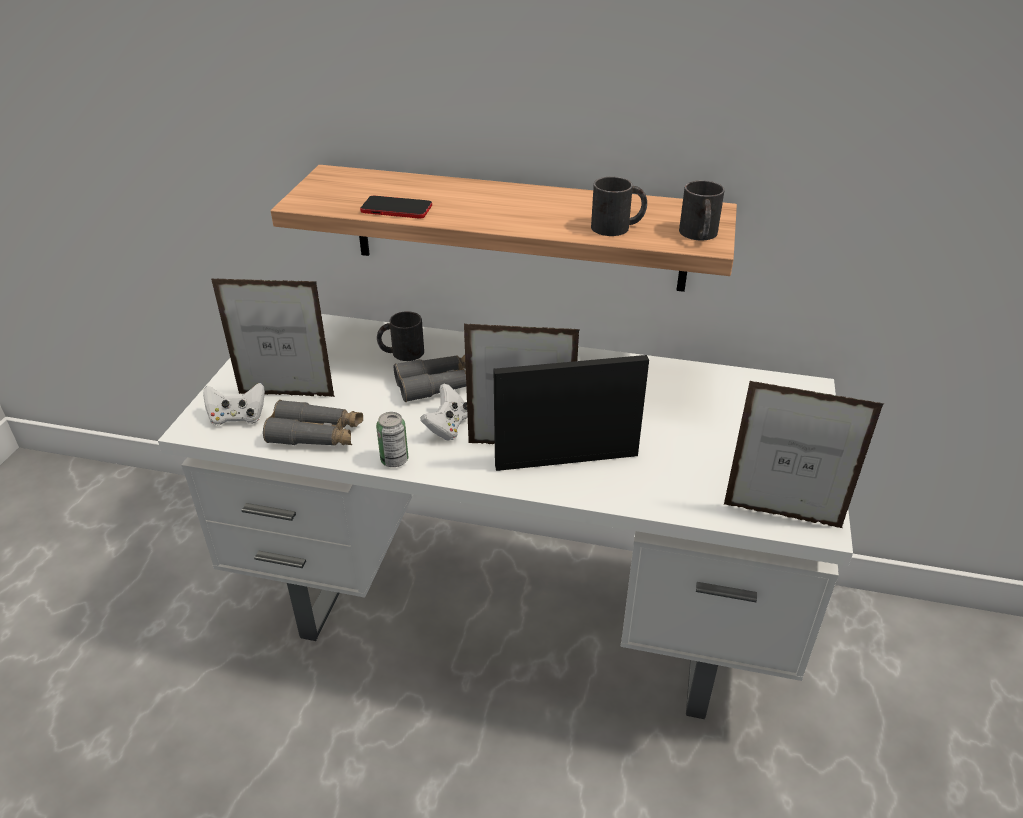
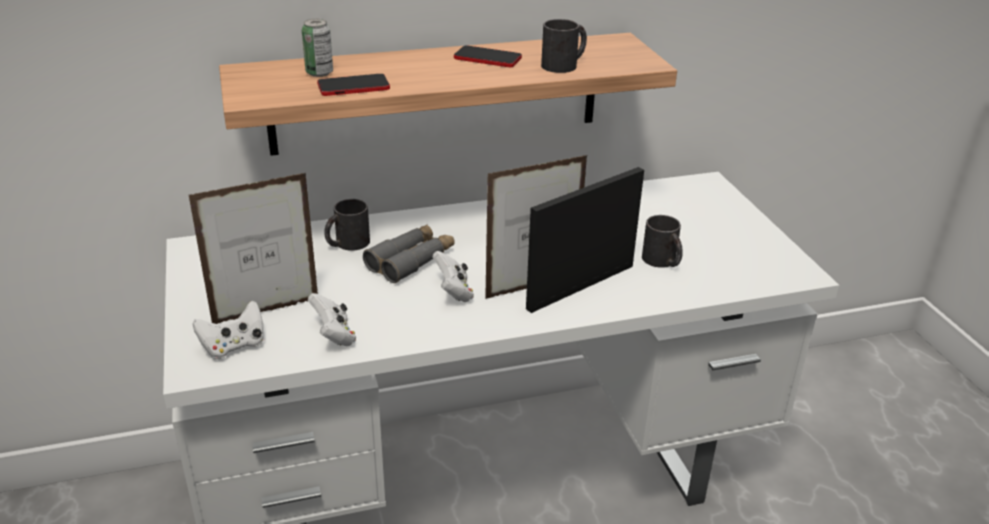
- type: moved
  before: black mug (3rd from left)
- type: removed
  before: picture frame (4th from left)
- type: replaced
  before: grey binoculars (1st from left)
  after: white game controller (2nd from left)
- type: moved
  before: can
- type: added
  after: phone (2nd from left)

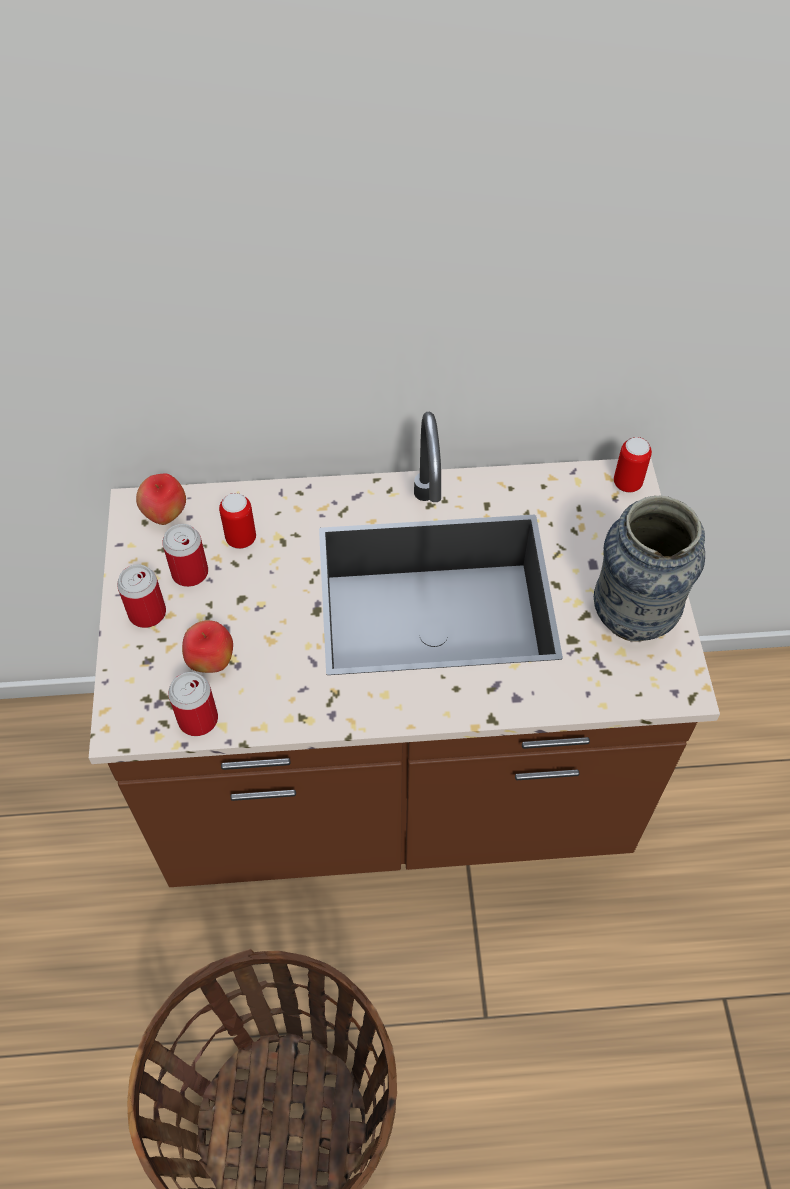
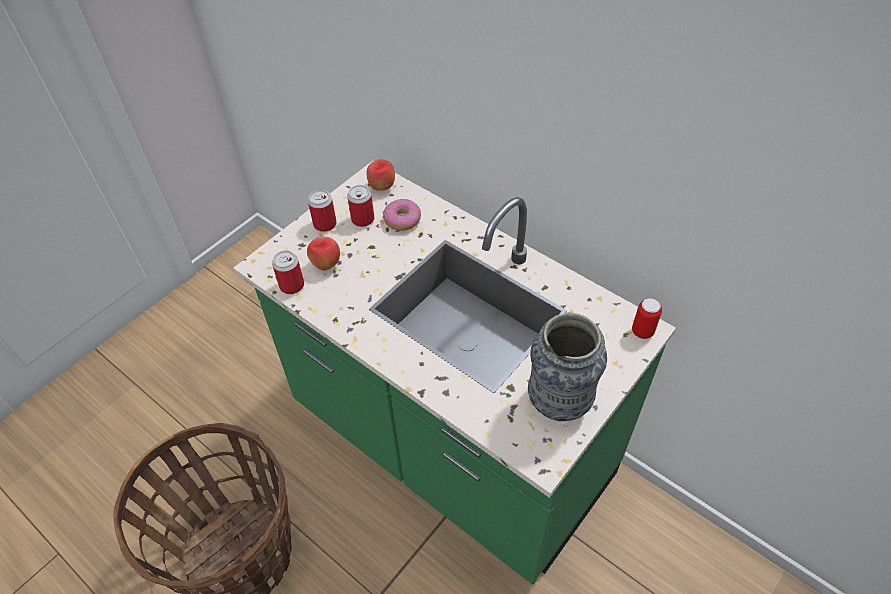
- type: recoloured
  before: brown counter
  after: green counter
- type: replaced
  before: can (4th from left)
  after: donut

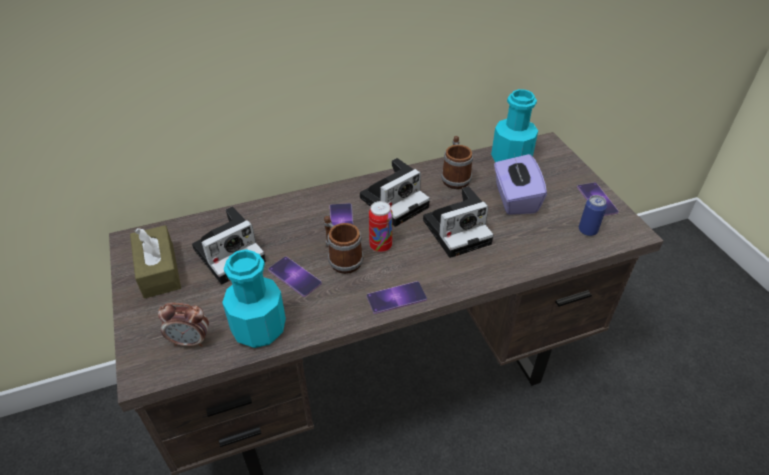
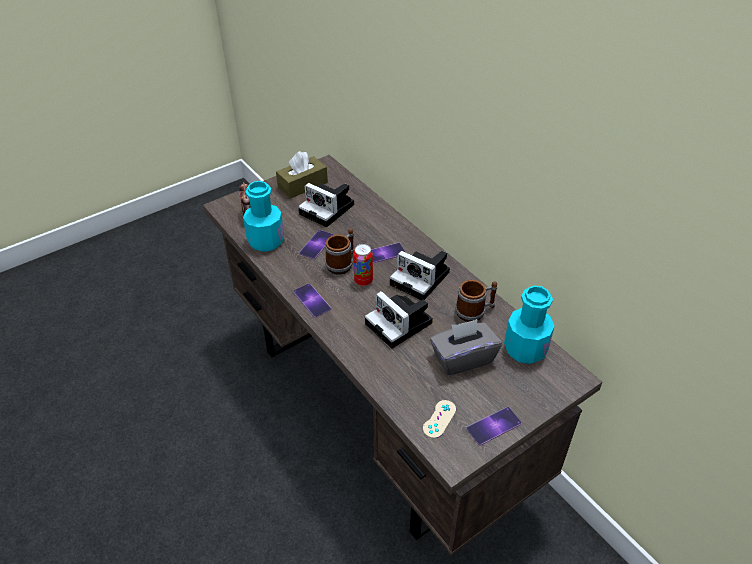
- type: recoloured
  before: purple tissue box
  after: grey tissue box
- type: replaced
  before: can (2nd from left)
  after: beige game controller

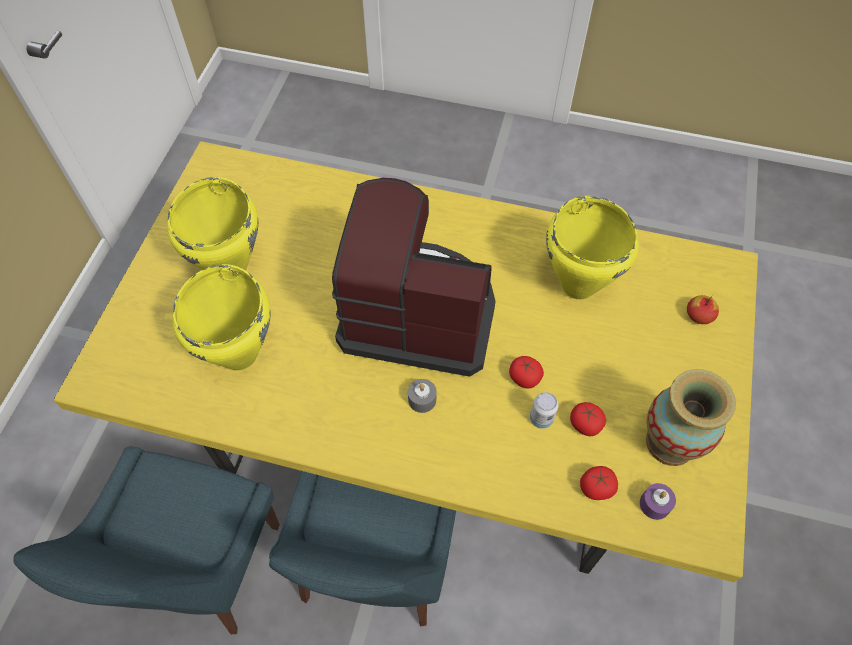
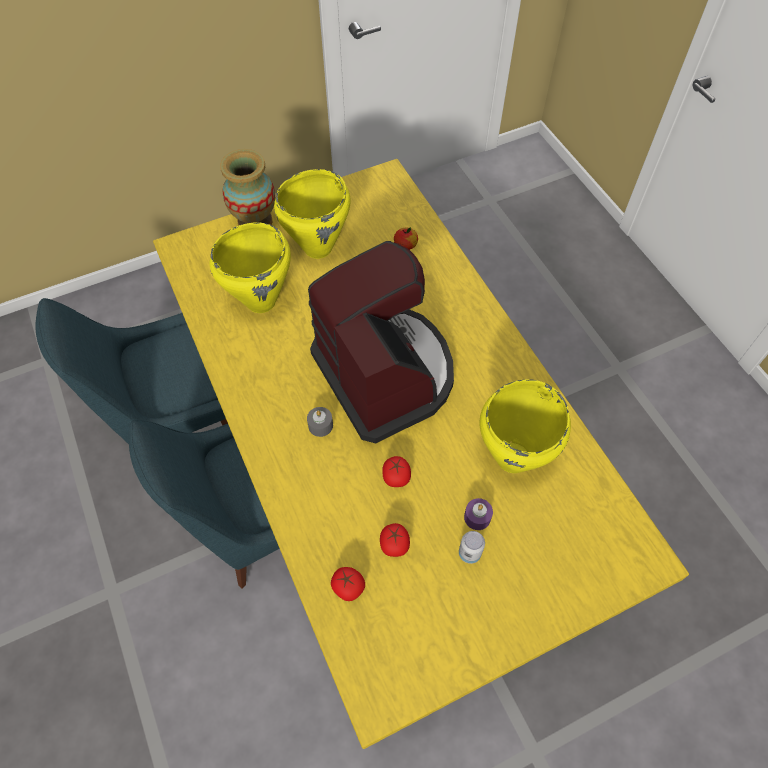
- type: moved
  before: apple
- type: moved
  before: vase
- type: moved
  before: can
- type: moved
  before: purple candle

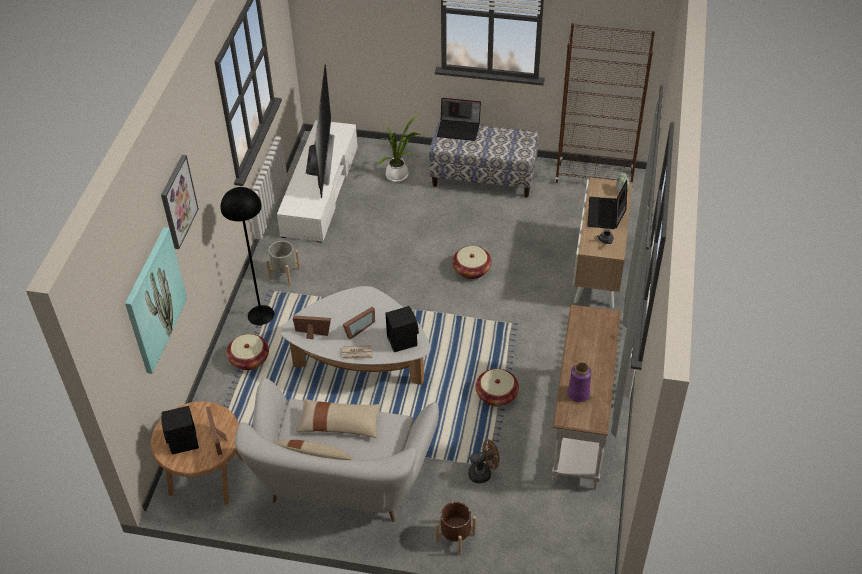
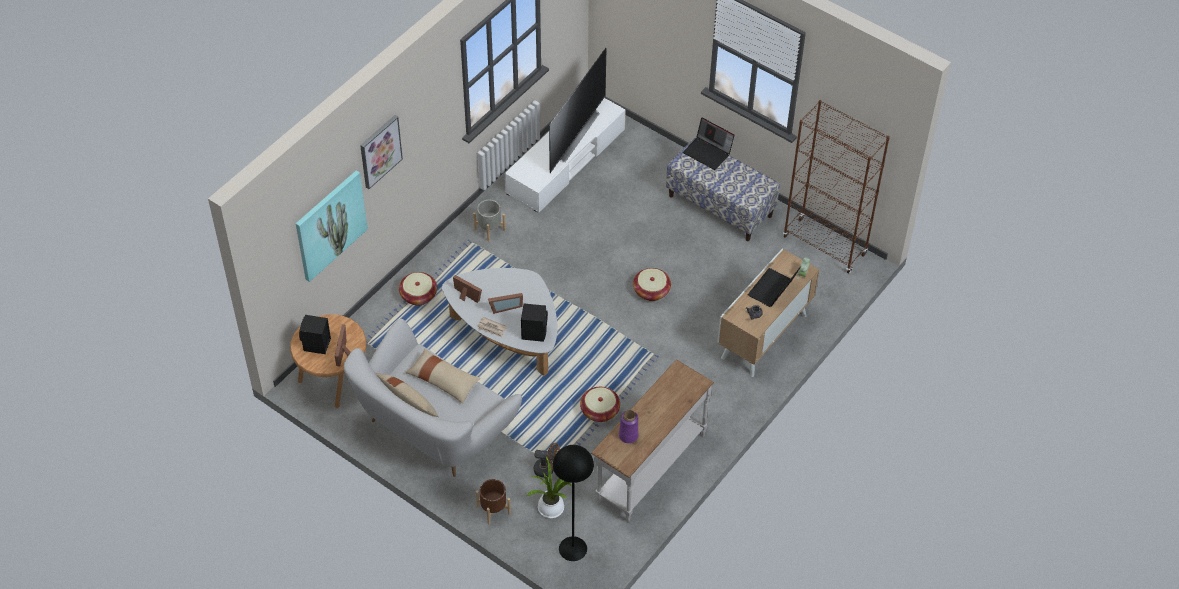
- type: moved
  before: potted plant
- type: moved
  before: black floor lamp

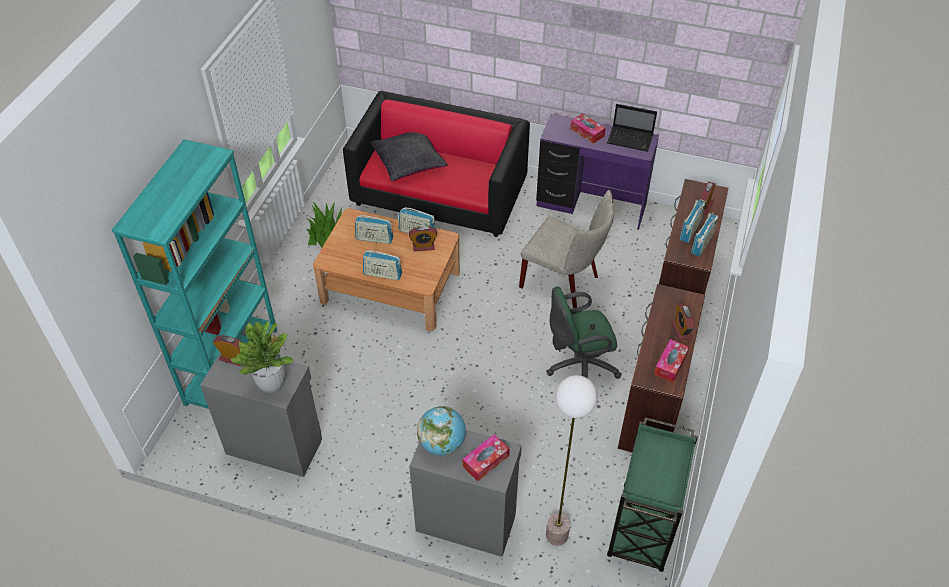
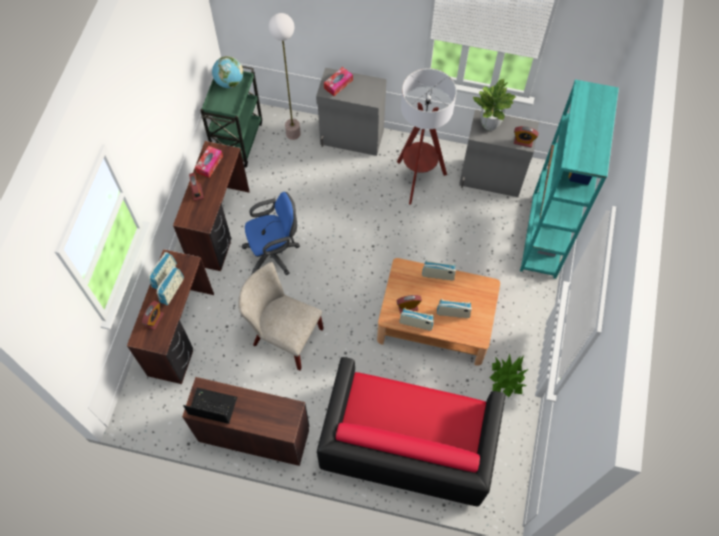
- type: recoloured
  before: purple desk
  after: brown desk (3rd from left)
- type: removed
  before: tissue box (2nd from left)
- type: removed
  before: black pillow
- type: recoloured
  before: green office chair
  after: blue office chair
- type: moved
  before: globe
- type: added
  after: floor lamp (2nd from left)

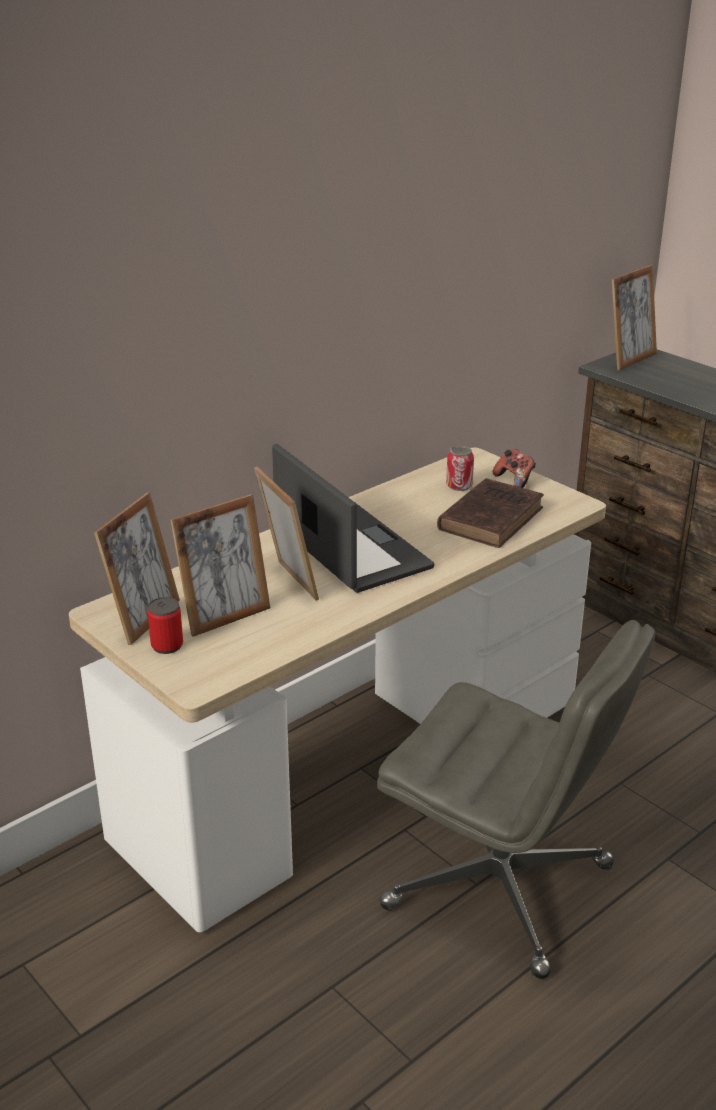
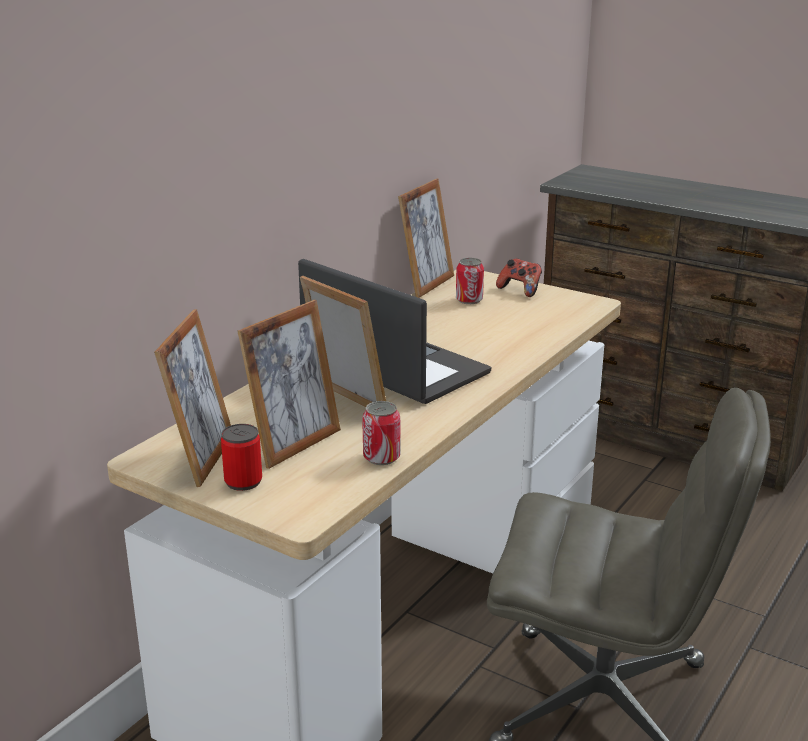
- type: moved
  before: picture frame (4th from left)
- type: removed
  before: brown book
- type: added
  after: can (2nd from left)

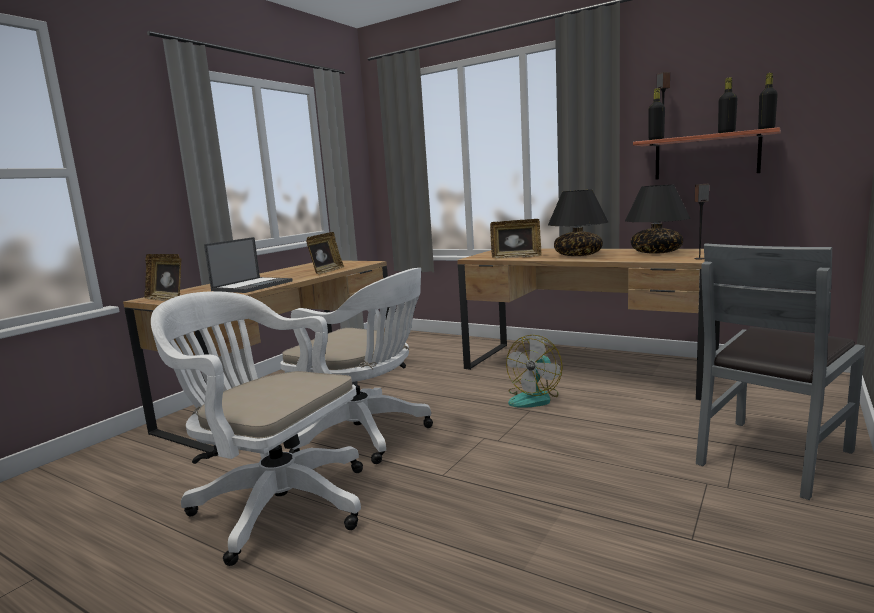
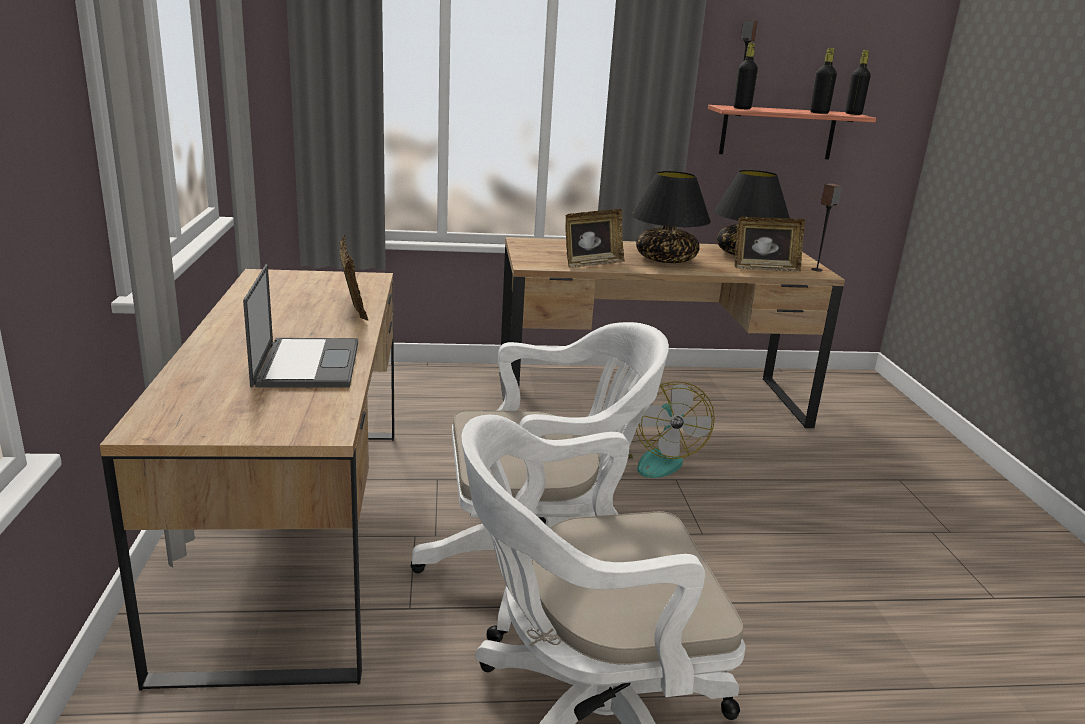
- type: removed
  before: grey chair
- type: moved
  before: picture frame (1st from left in the first image)
  after: picture frame (3rd from left)

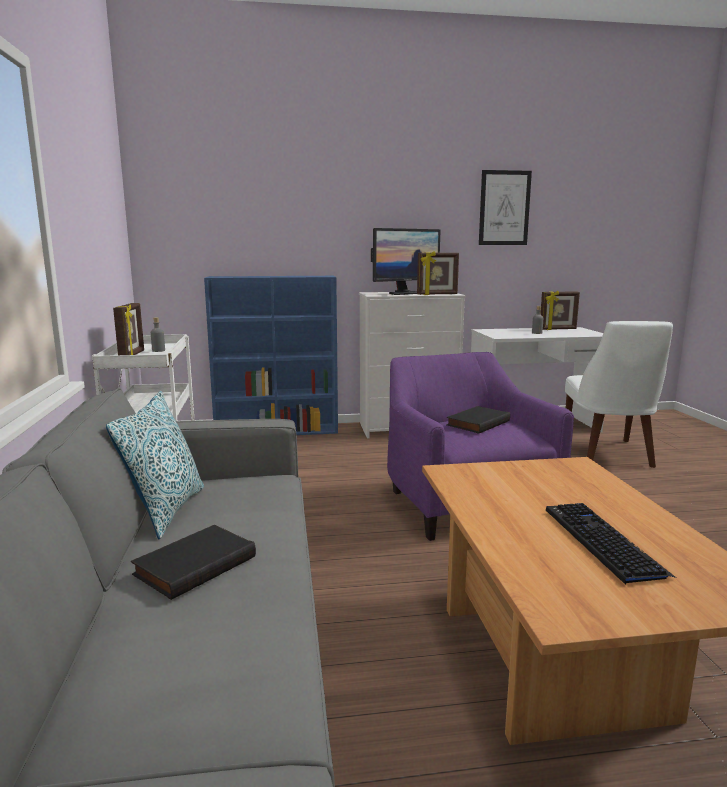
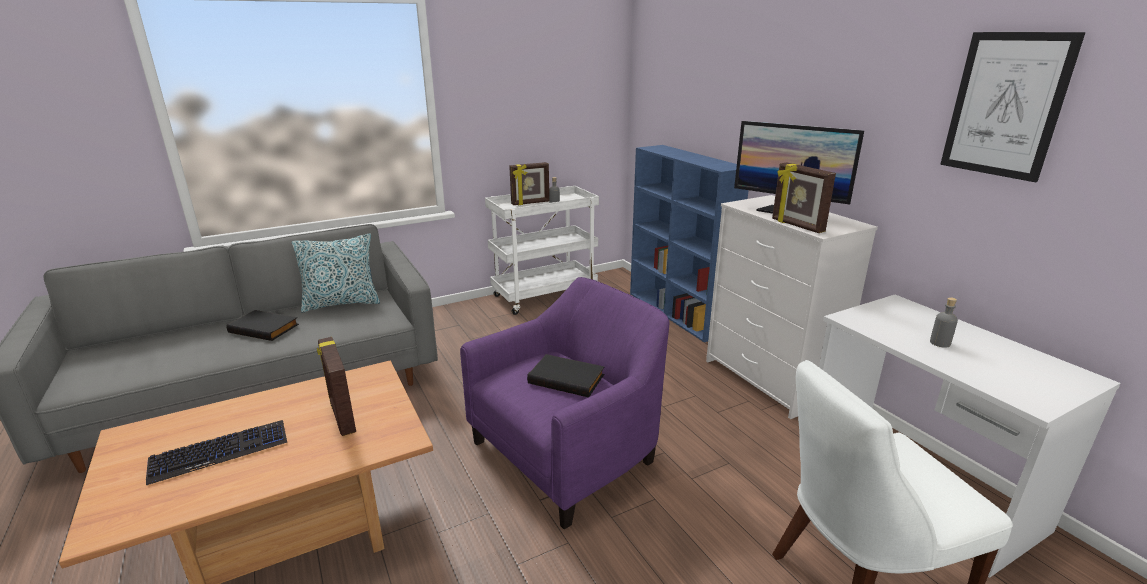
- type: moved
  before: picture frame (3rd from left in the first image)
  after: picture frame (1st from left)

